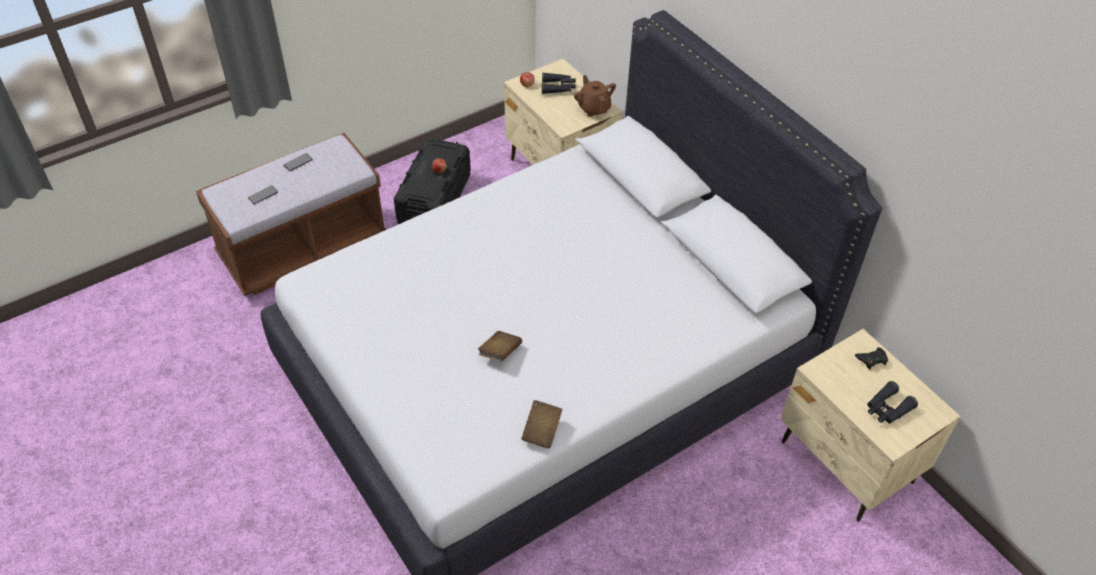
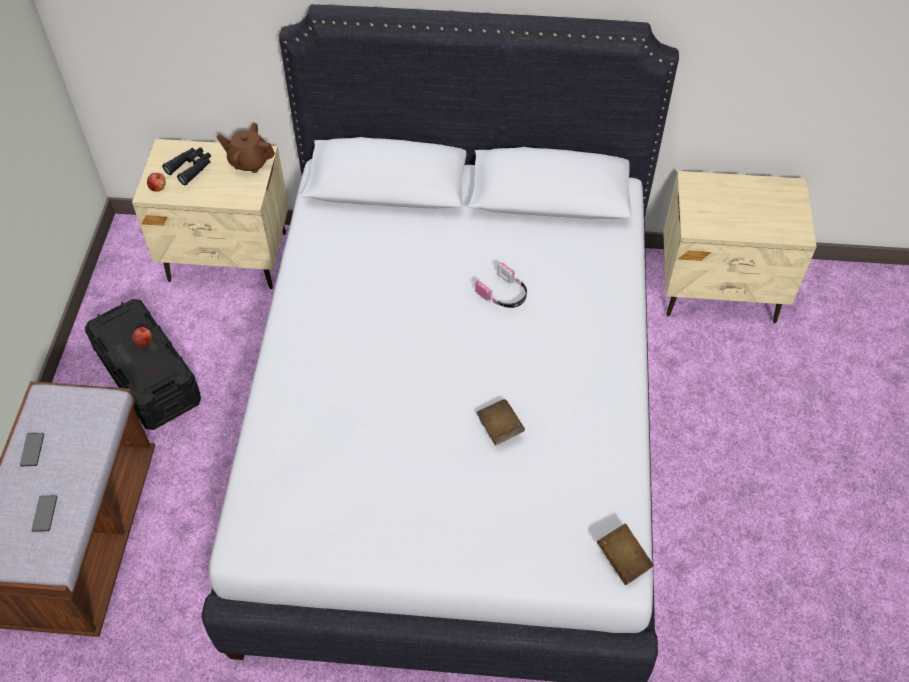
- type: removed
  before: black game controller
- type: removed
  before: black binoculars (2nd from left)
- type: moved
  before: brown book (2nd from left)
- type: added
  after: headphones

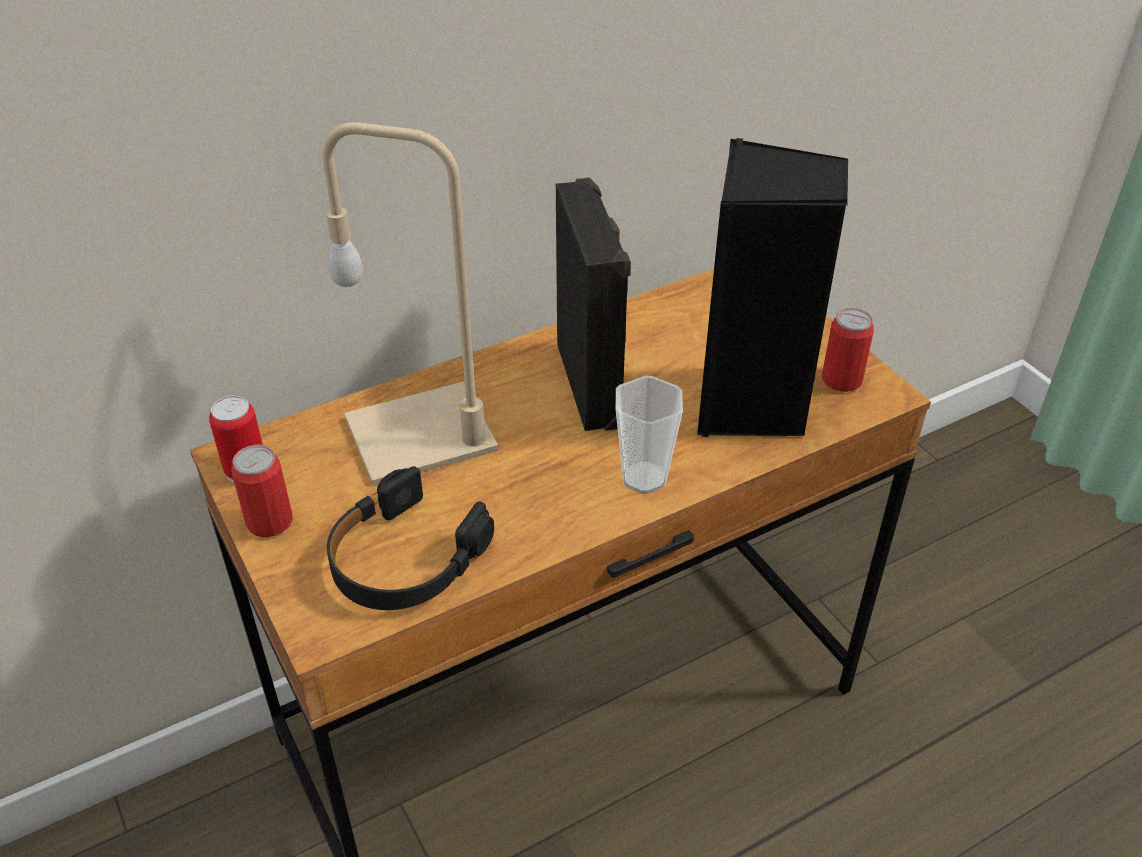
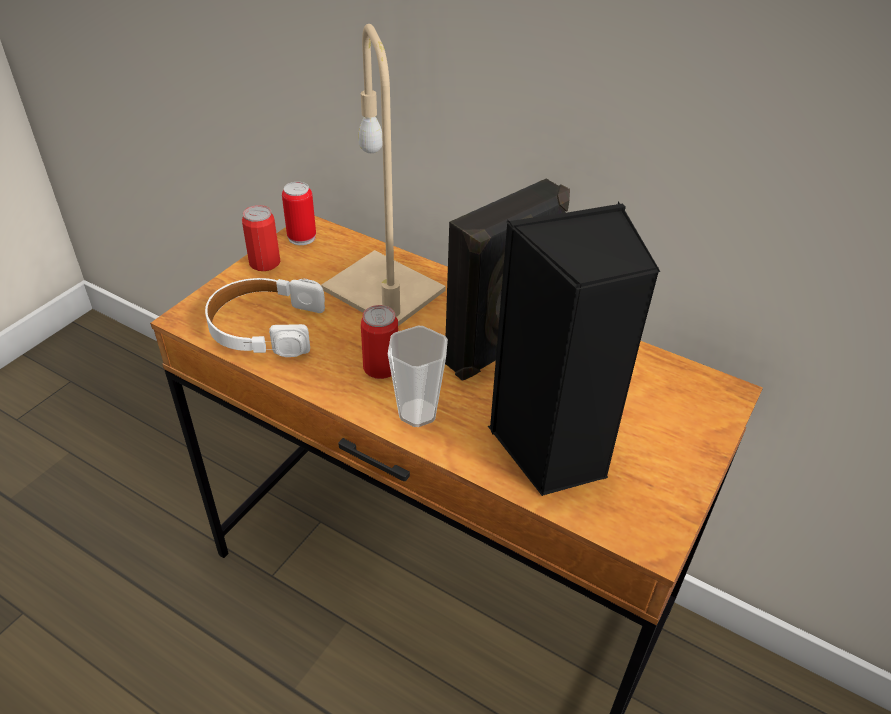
- type: moved
  before: can (3rd from left)
- type: recoloured
  before: black headphones
  after: white headphones

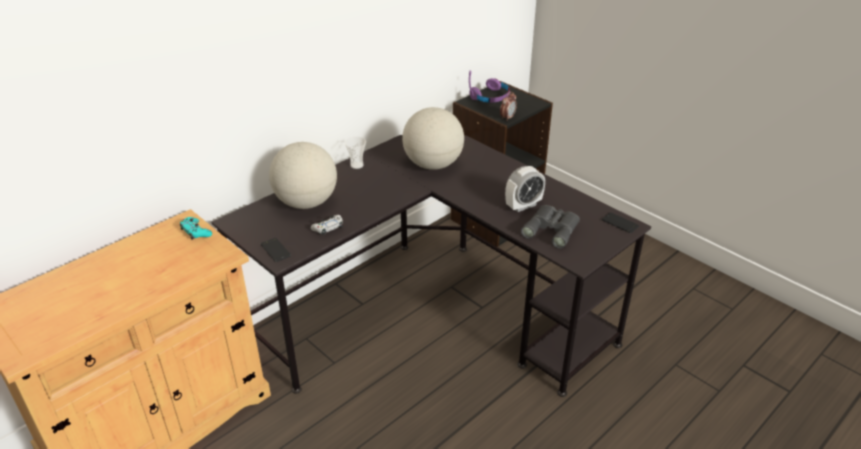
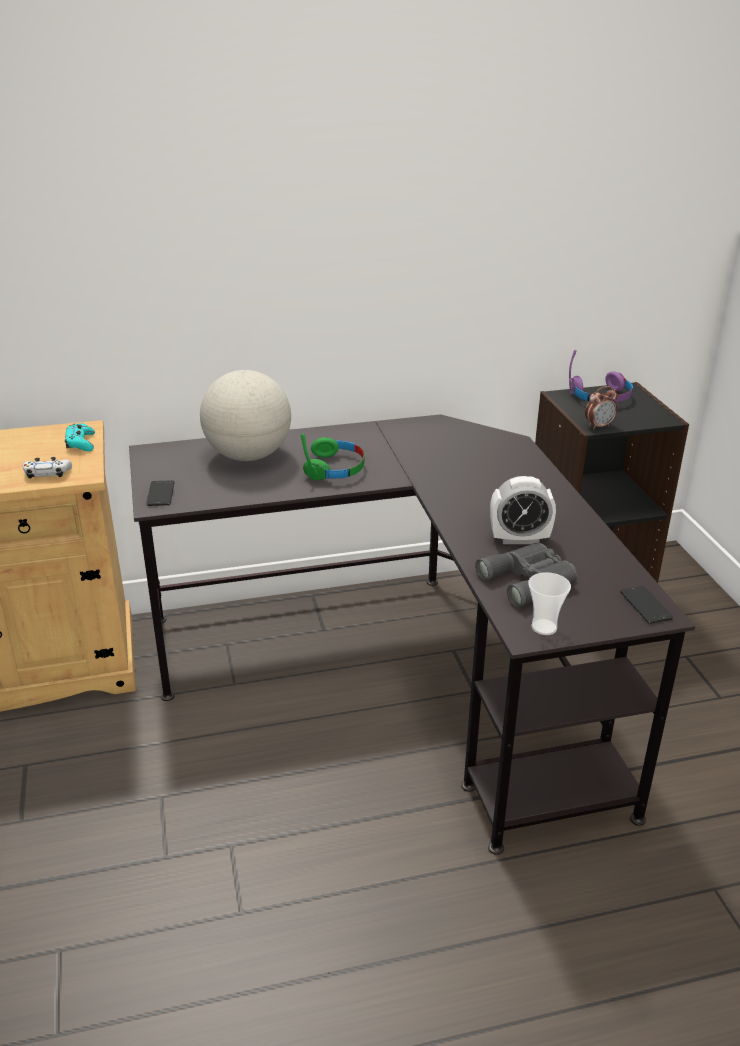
- type: removed
  before: globe (2nd from left)
- type: moved
  before: cup
- type: moved
  before: white game controller
- type: added
  after: green headphones

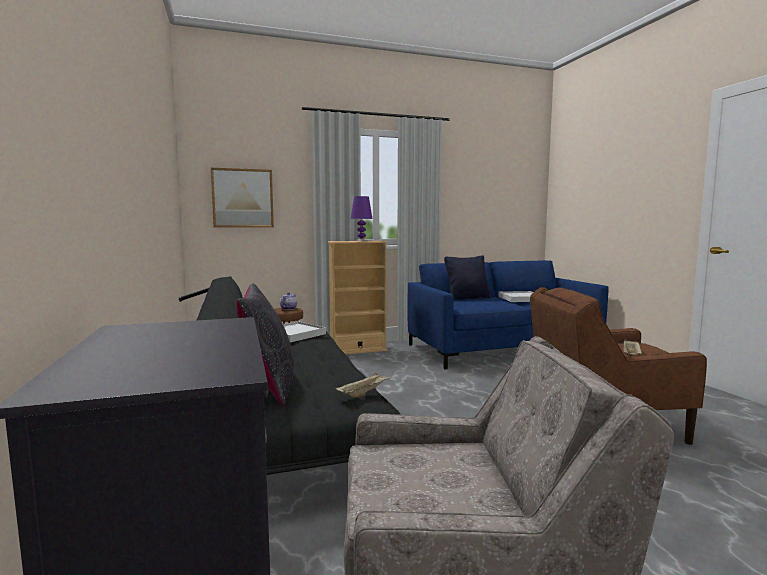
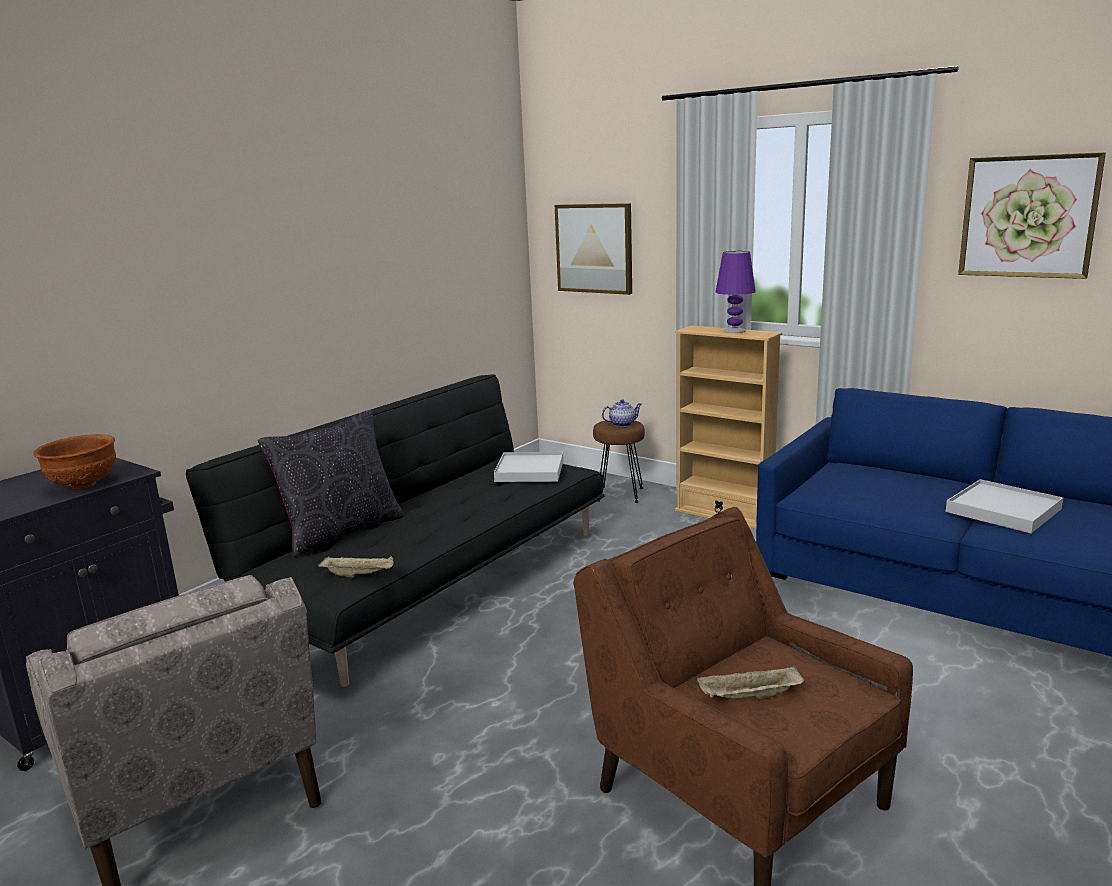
- type: removed
  before: black pillow (2nd from left)
- type: added
  after: picture (2nd from left)
- type: added
  after: brown bowl

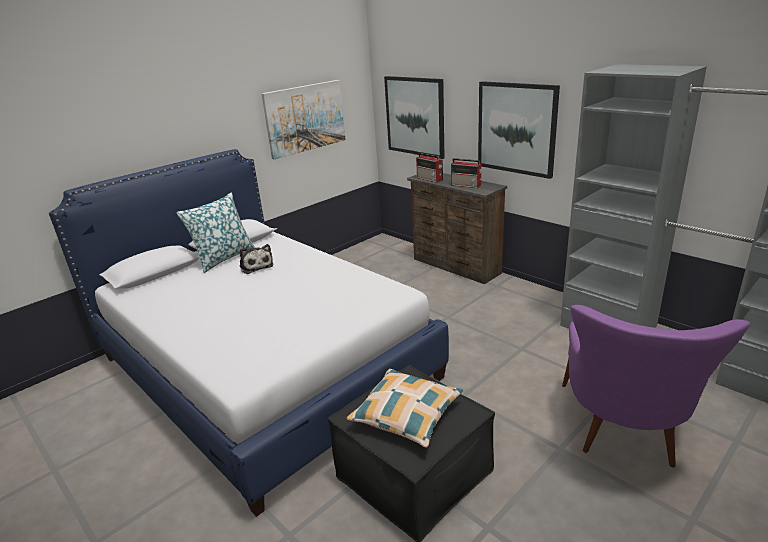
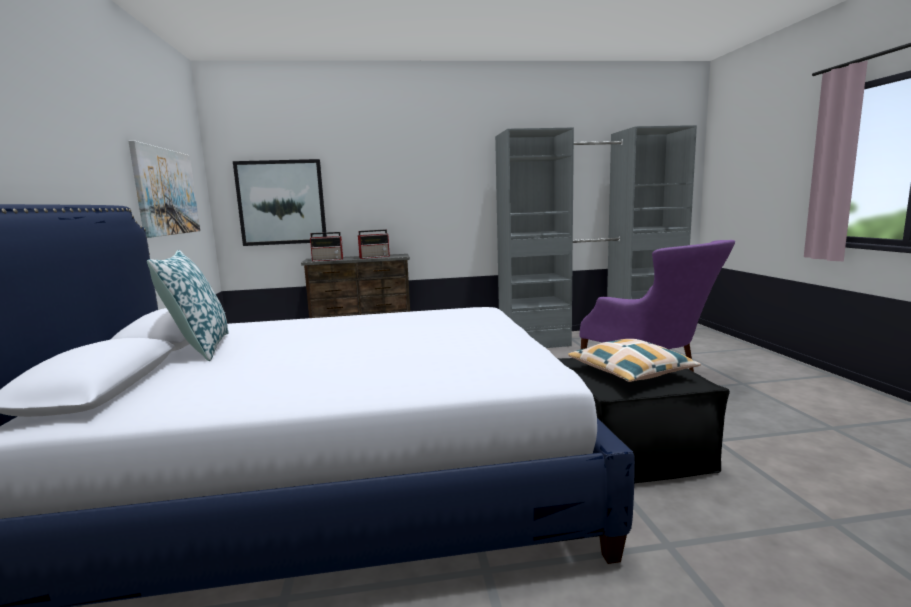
- type: removed
  before: picture (3rd from left)
- type: removed
  before: plush toy

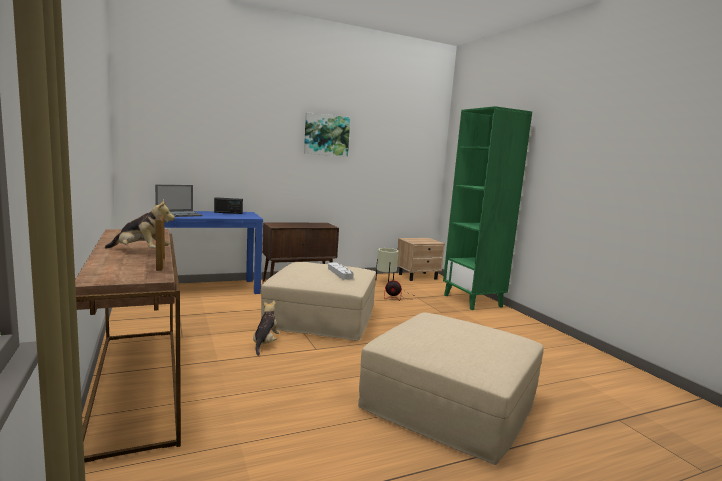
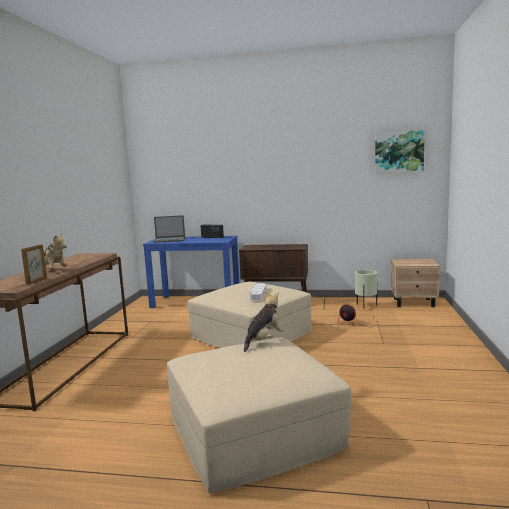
- type: removed
  before: green bookcase
- type: moved
  before: picture
- type: moved
  before: plush toy (2nd from left)

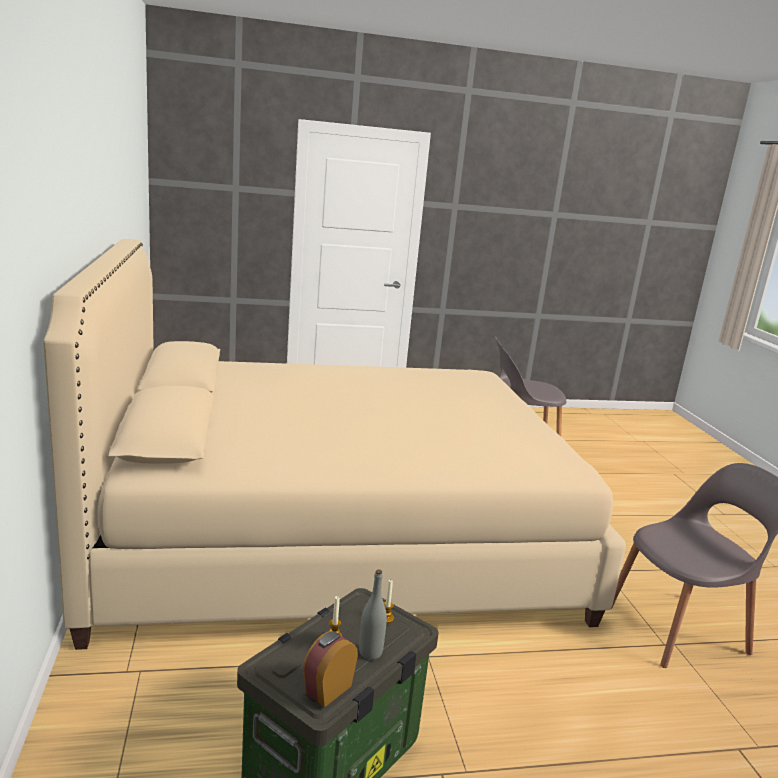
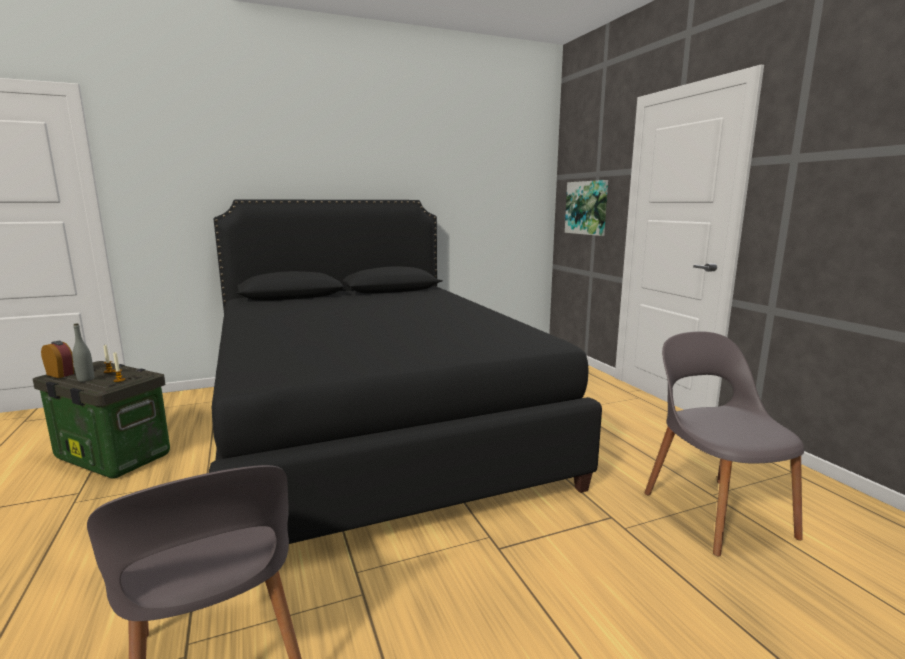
- type: recoloured
  before: beige bed
  after: black bed
- type: added
  after: picture

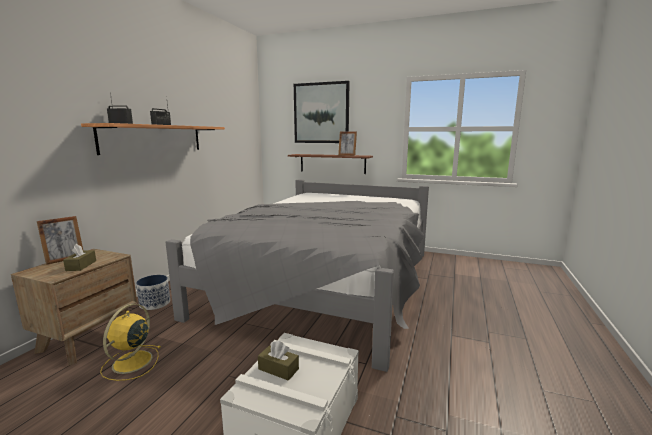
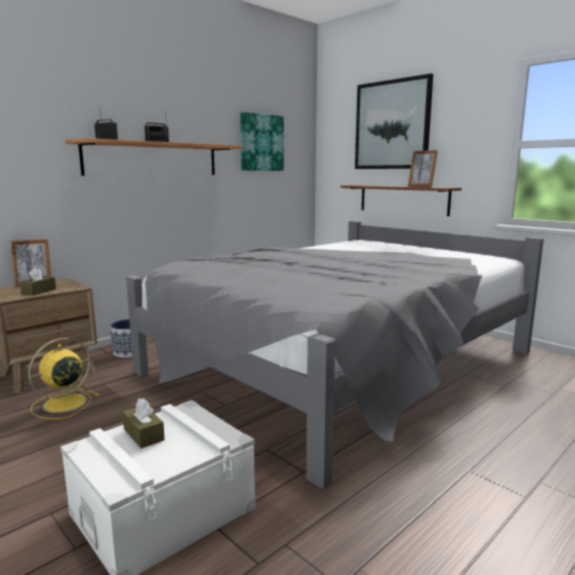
- type: added
  after: picture (1st from left)

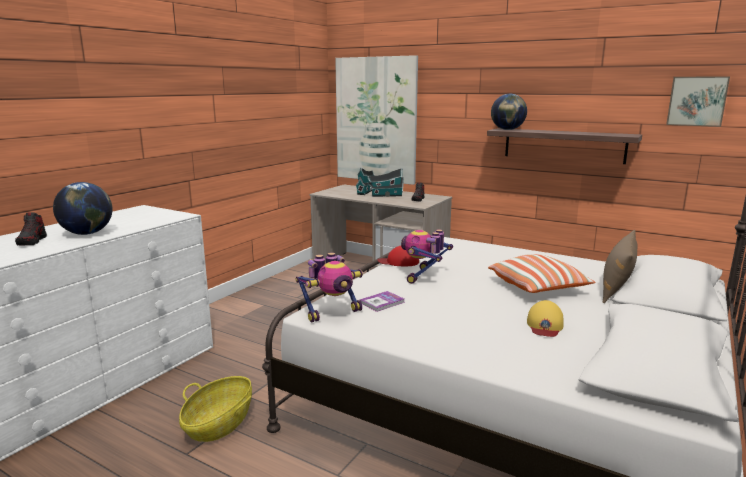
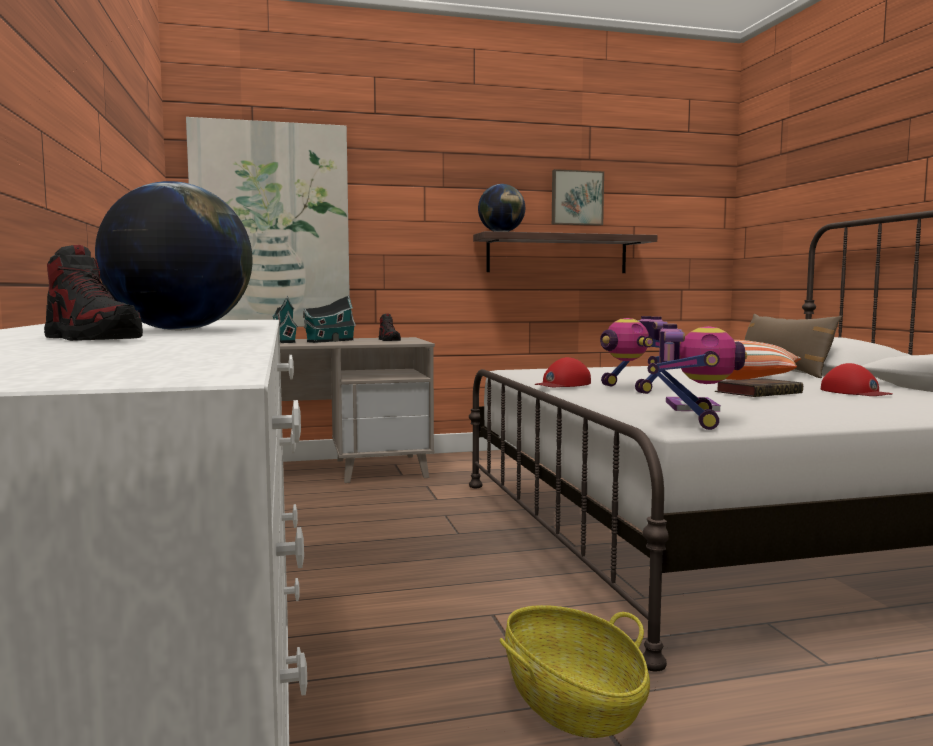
- type: moved
  before: picture (2nd from left)
- type: recoloured
  before: yellow cap
  after: red cap (2nd from left)
- type: added
  after: book (2nd from left)

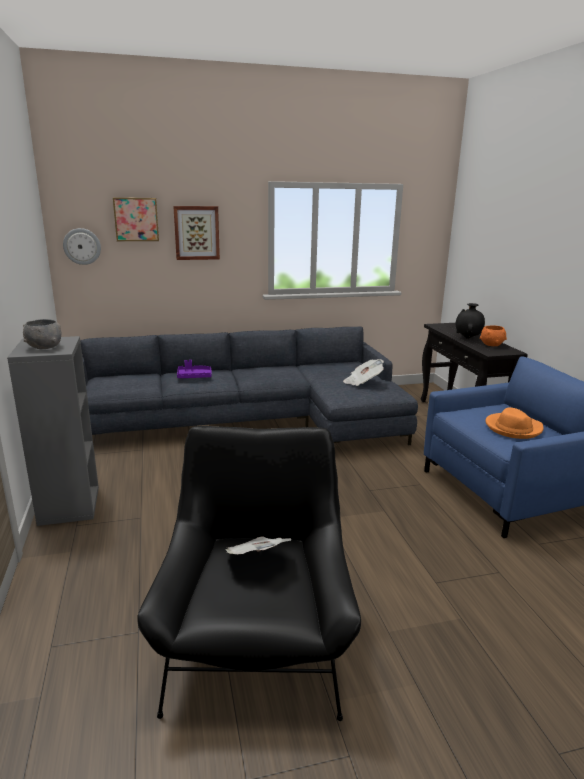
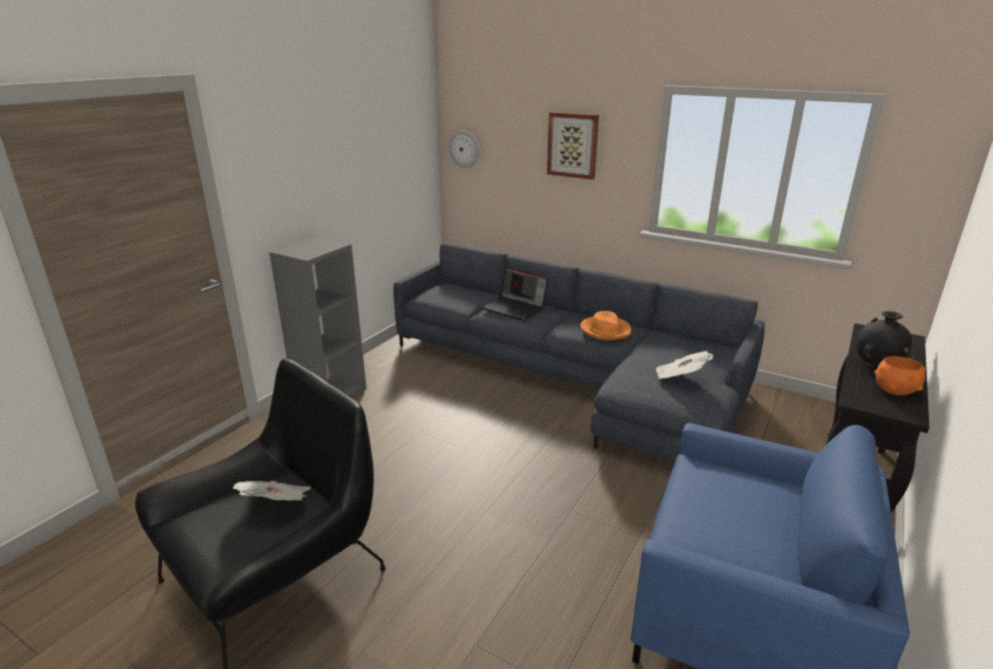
- type: removed
  before: picture (1st from left)
- type: removed
  before: grey bowl
- type: replaced
  before: purple tray
  after: laptop
- type: moved
  before: orange hat

